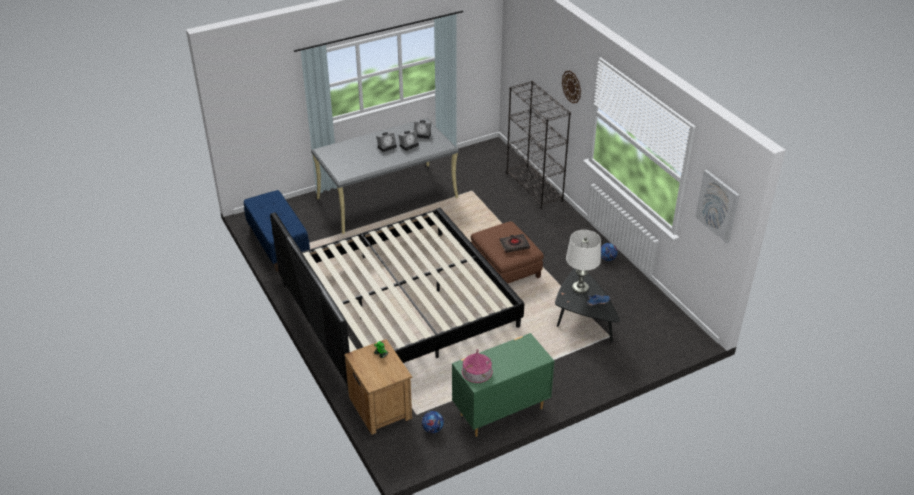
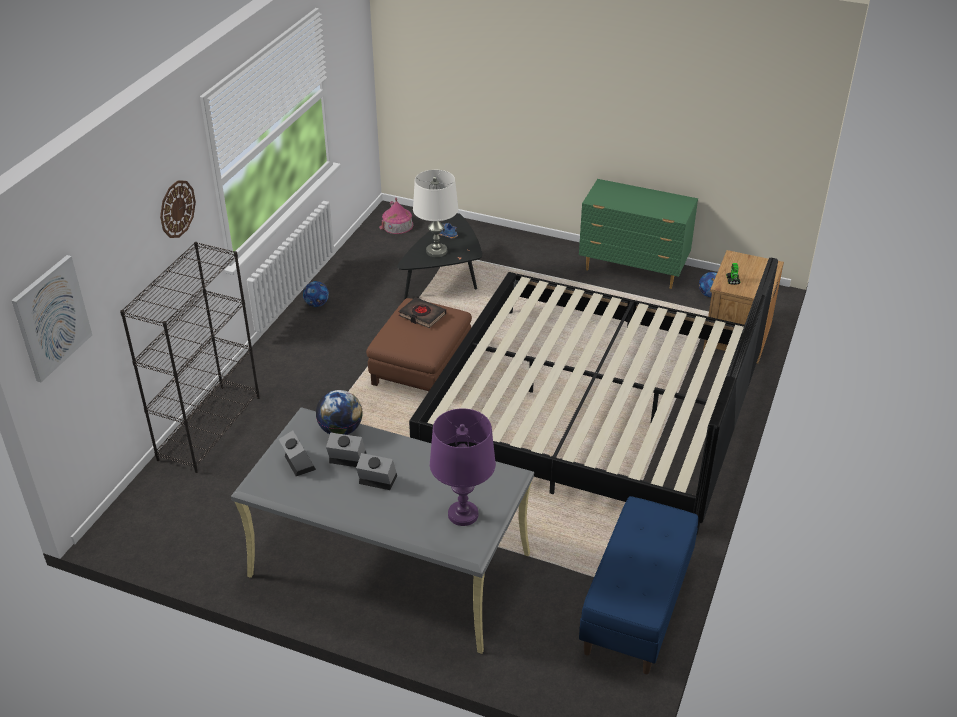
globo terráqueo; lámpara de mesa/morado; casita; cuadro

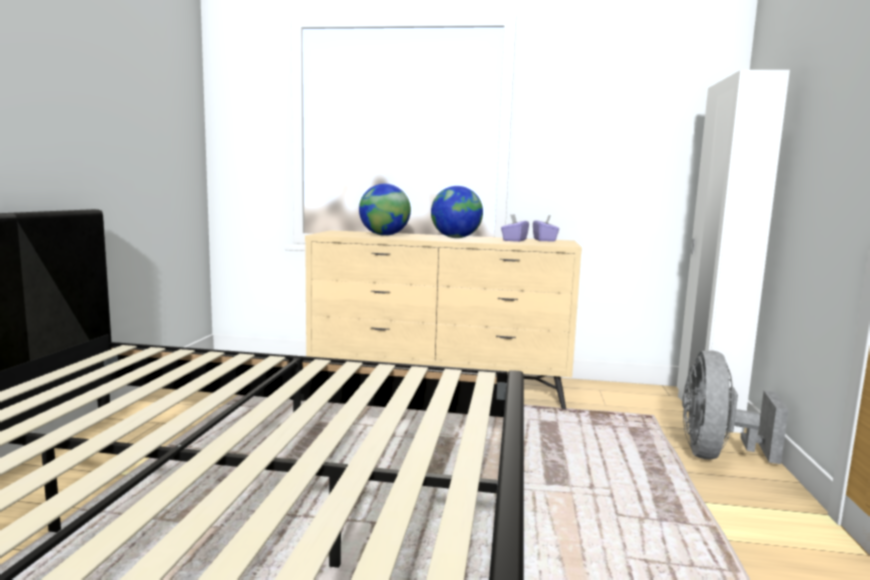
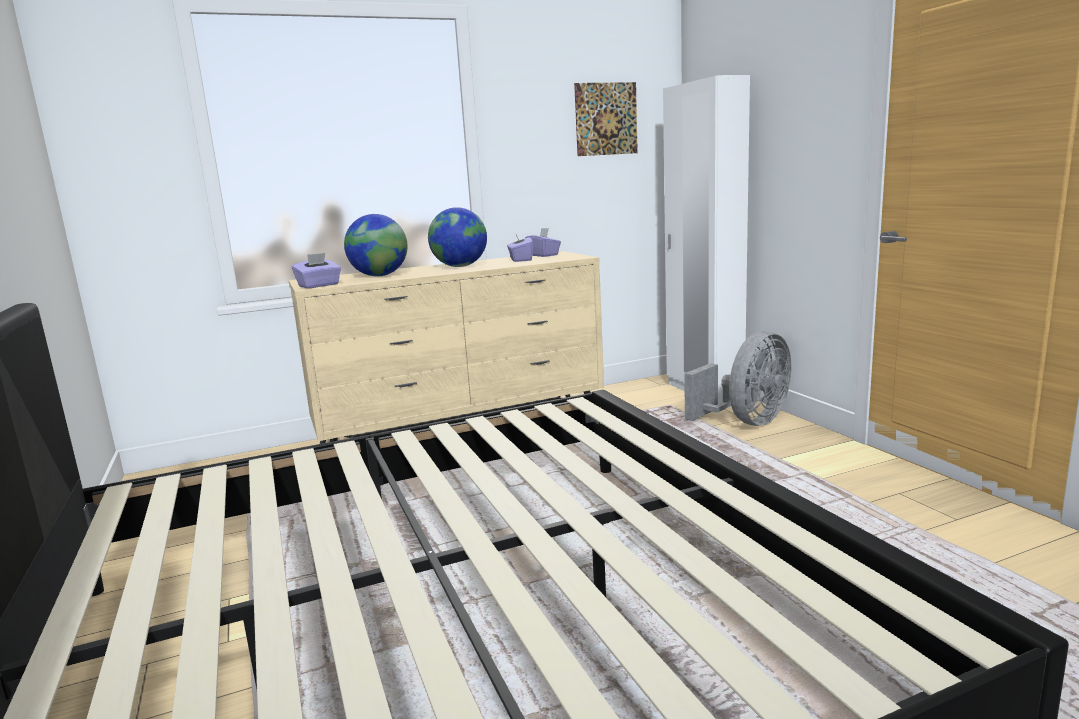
caja de pañuelos/morado (1st from left); cuadro; ventilador/gris

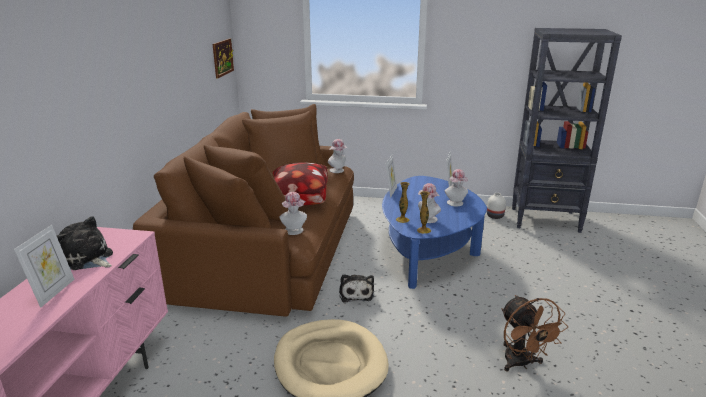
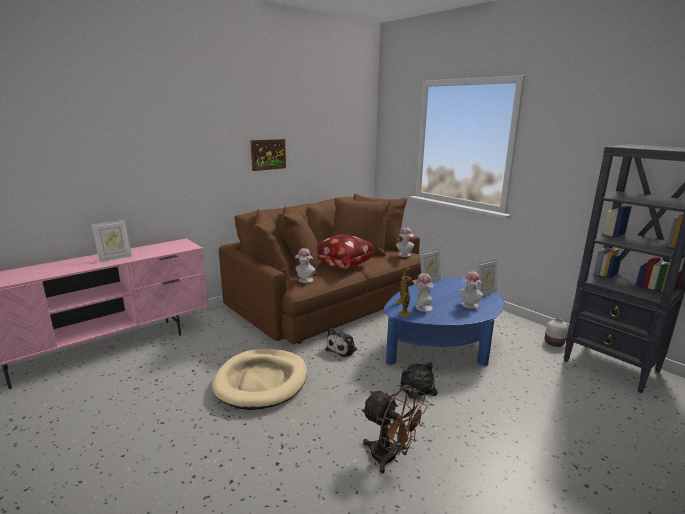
peluche (2nd from left); cuadro; ventilador/marrón

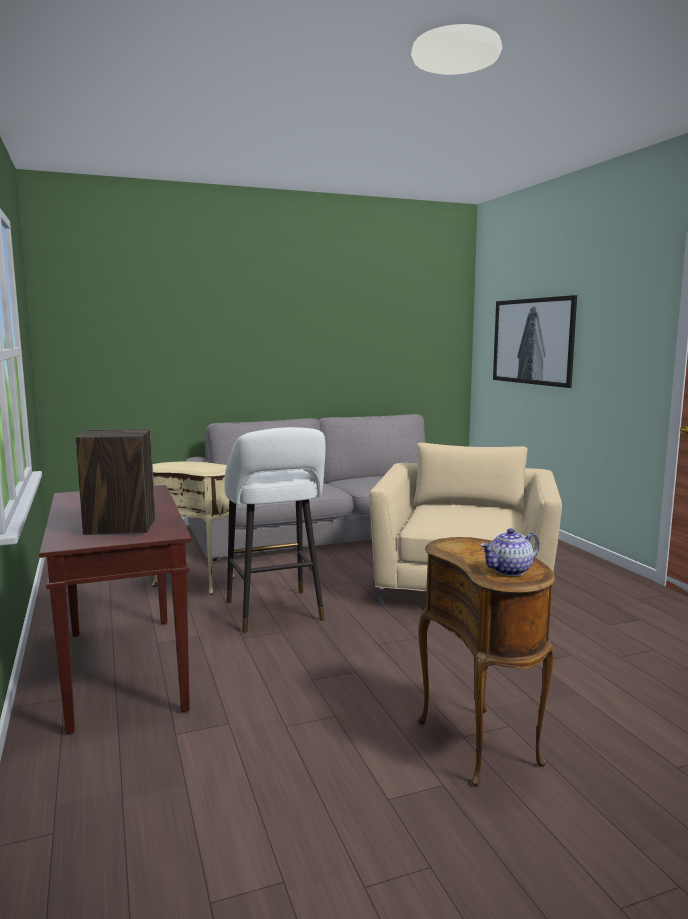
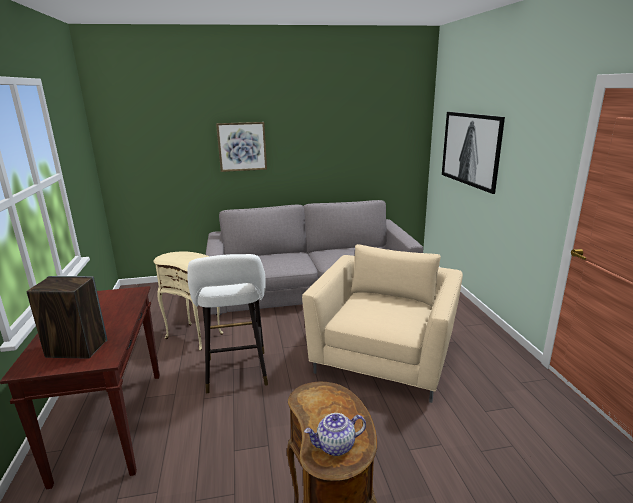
cuadro (1st from left)

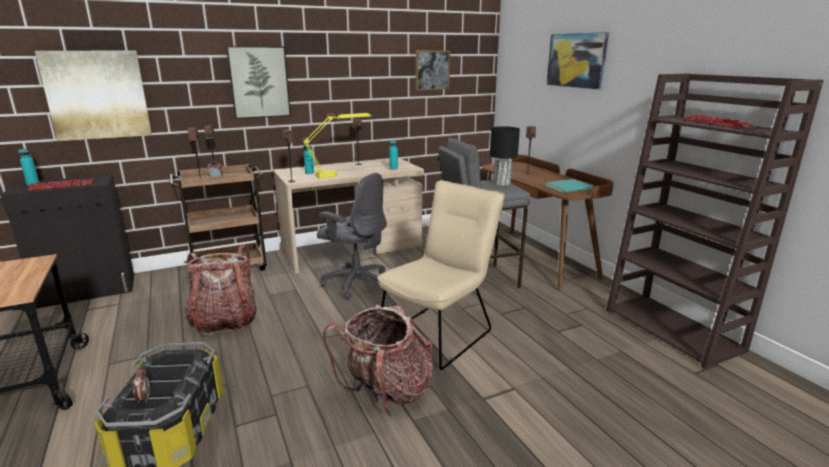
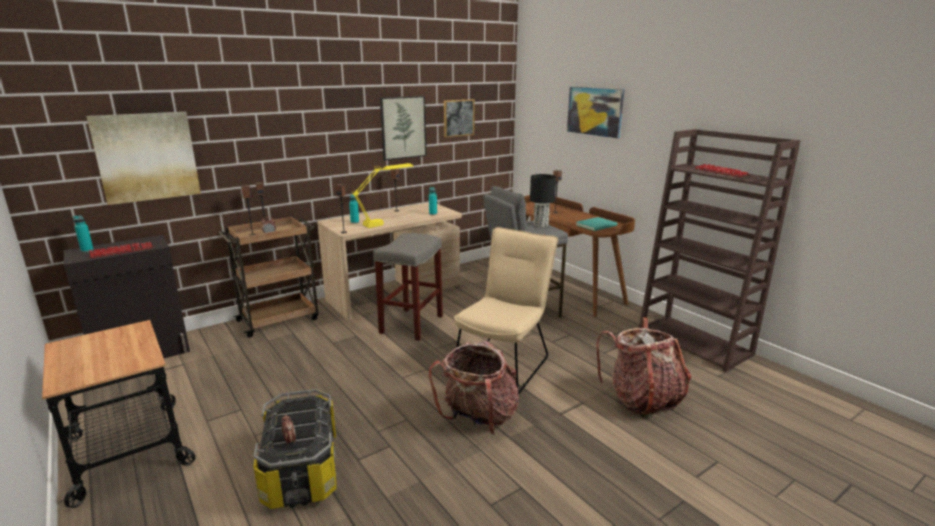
mochila (2nd from left); cuadro (2nd from left); taburete/gris (1st from left)

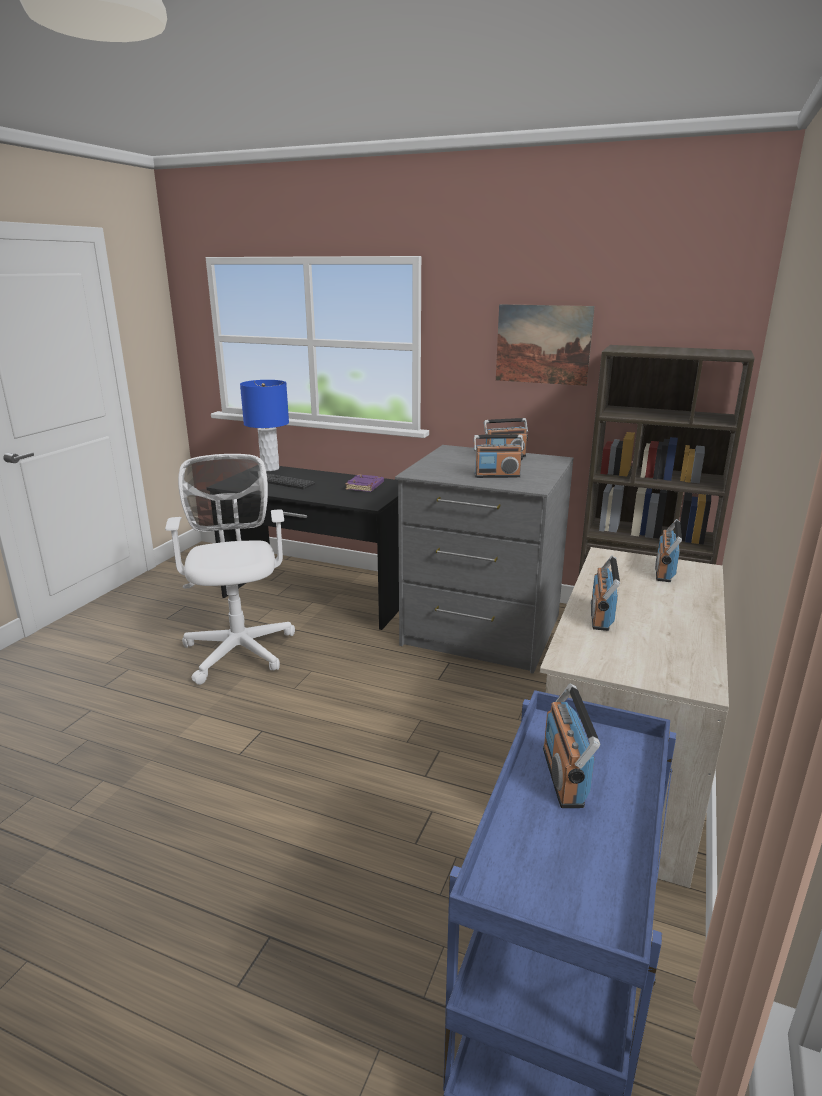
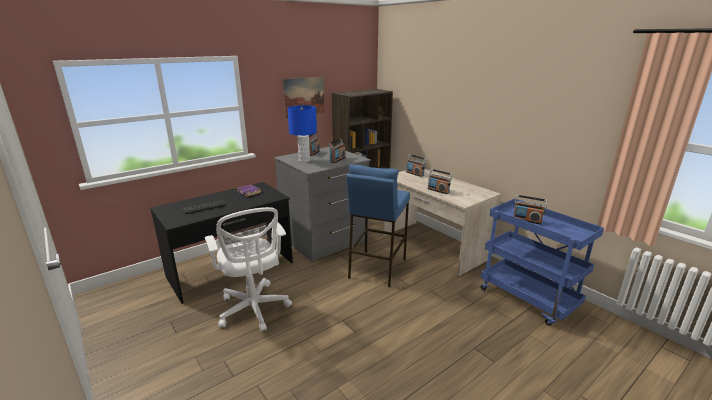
taburete/azul; lámpara de mesa/azul; silla de oficina/blanco

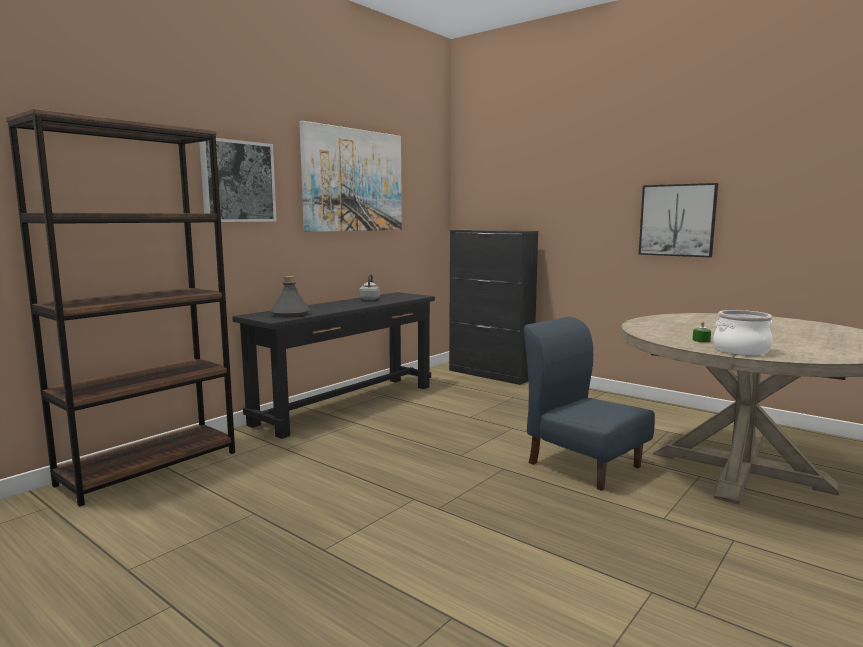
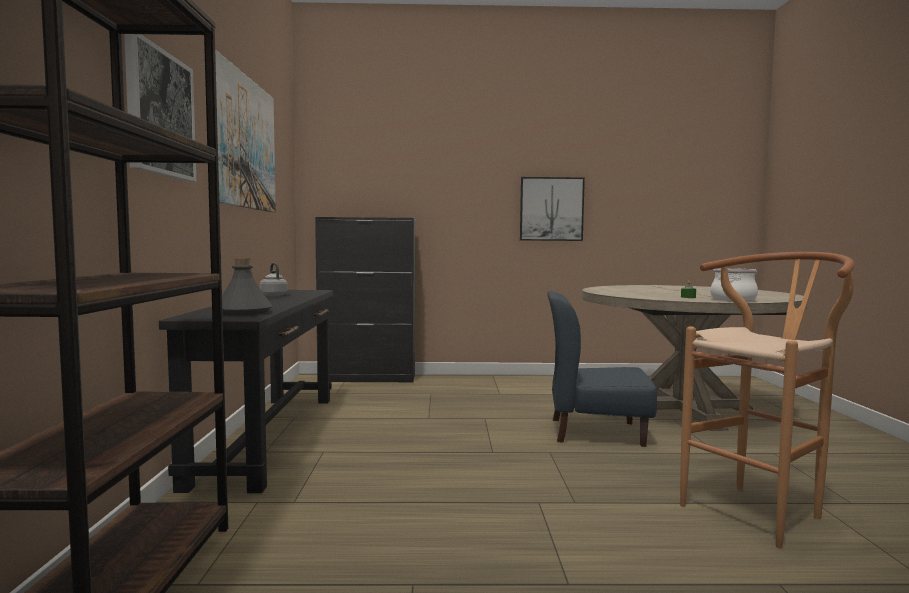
taburete/marrón

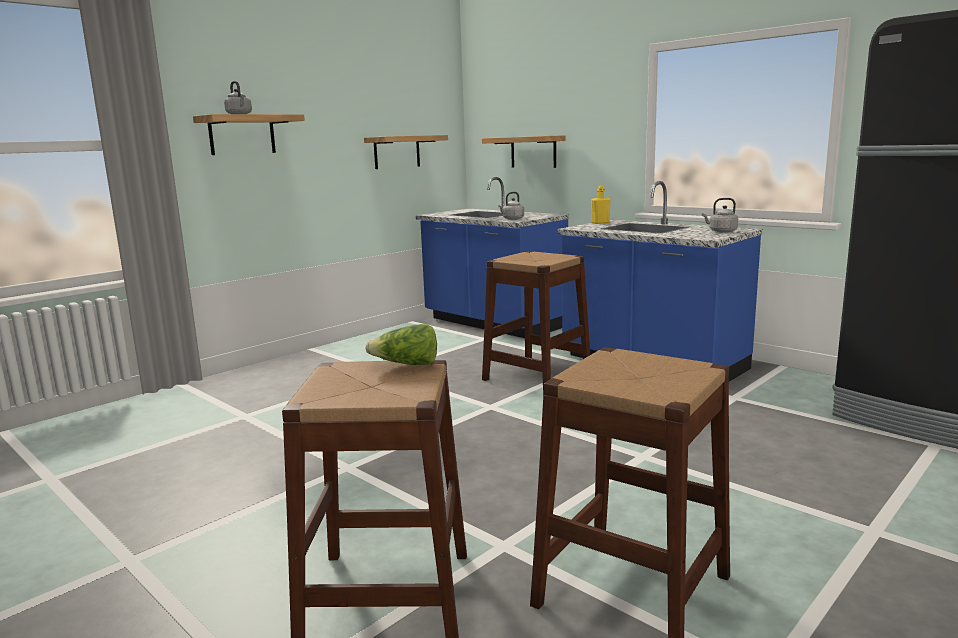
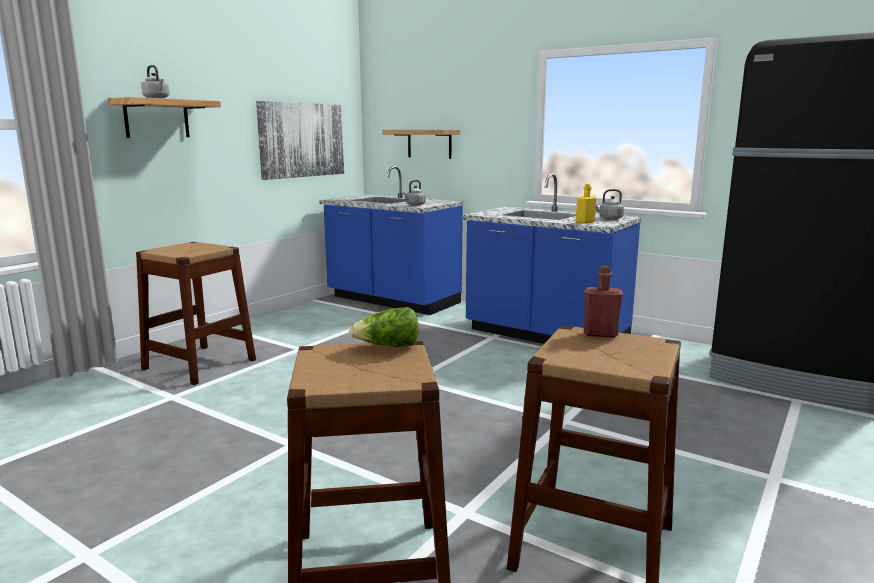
botella/rojo; taburete/marrón (1st from left); botella/amarillo; cuadro

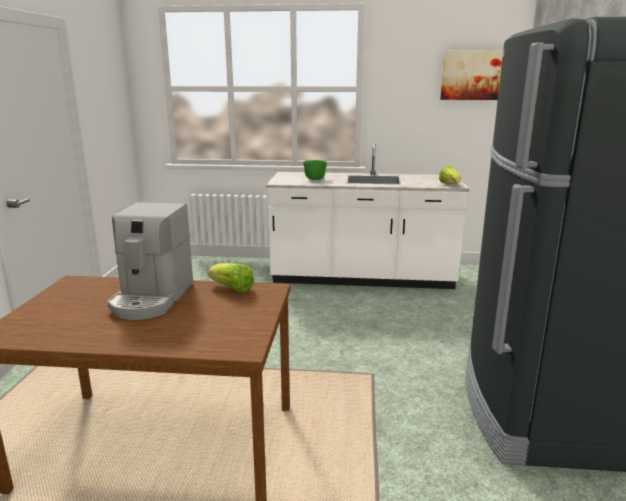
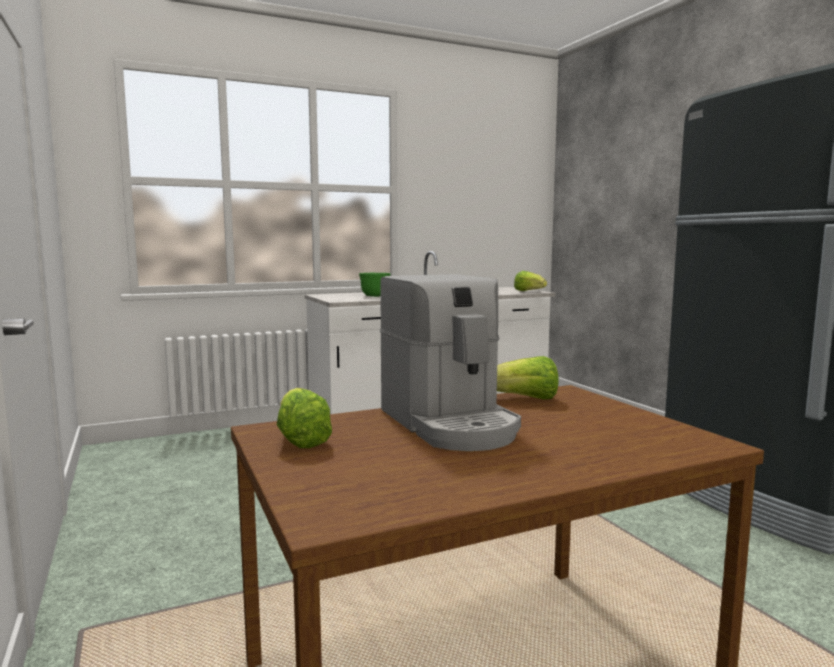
cuadro; lechuga (1st from left)

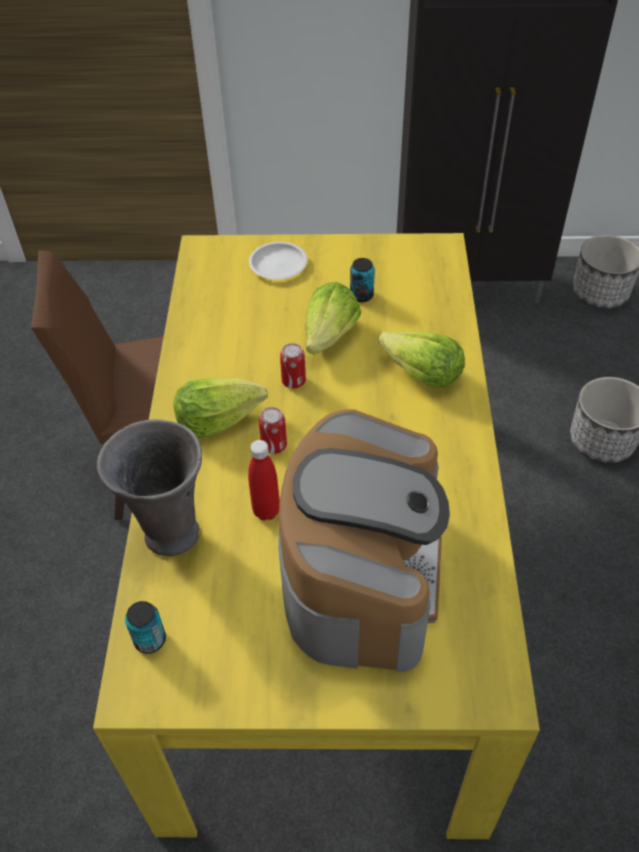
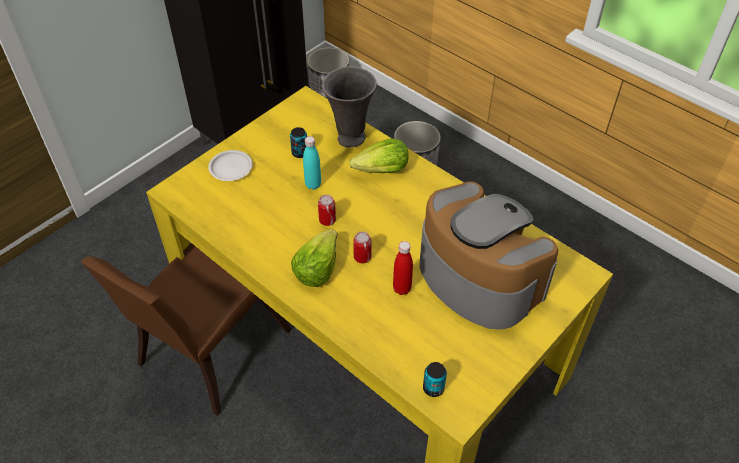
florero/gris; botella/turquesa

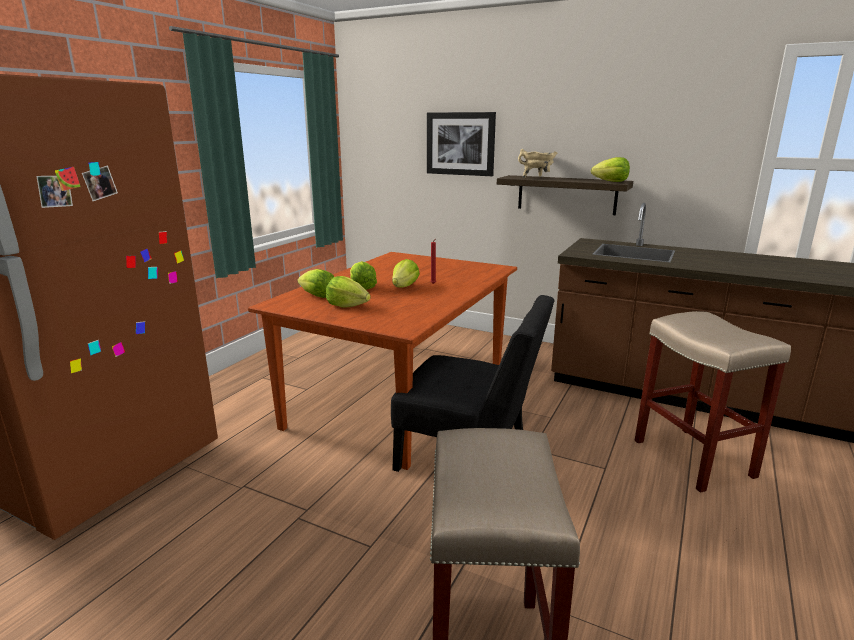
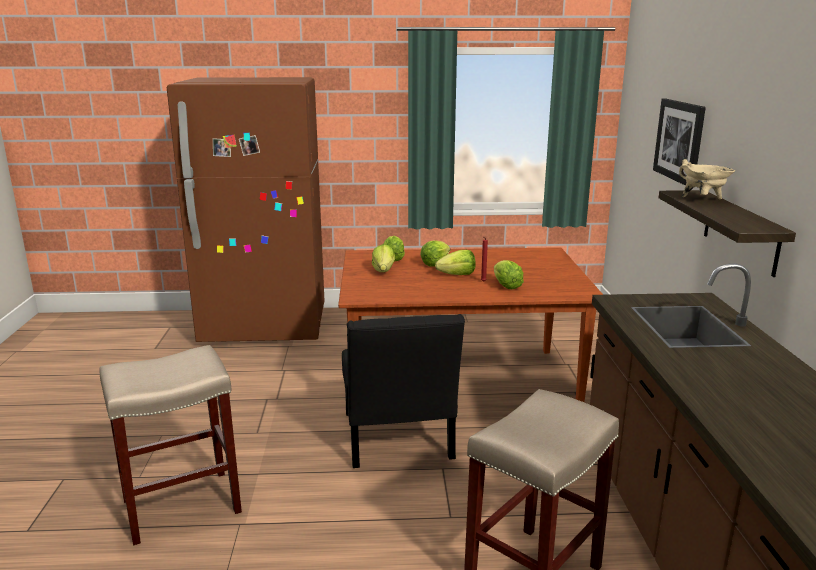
lechuga (5th from left)

